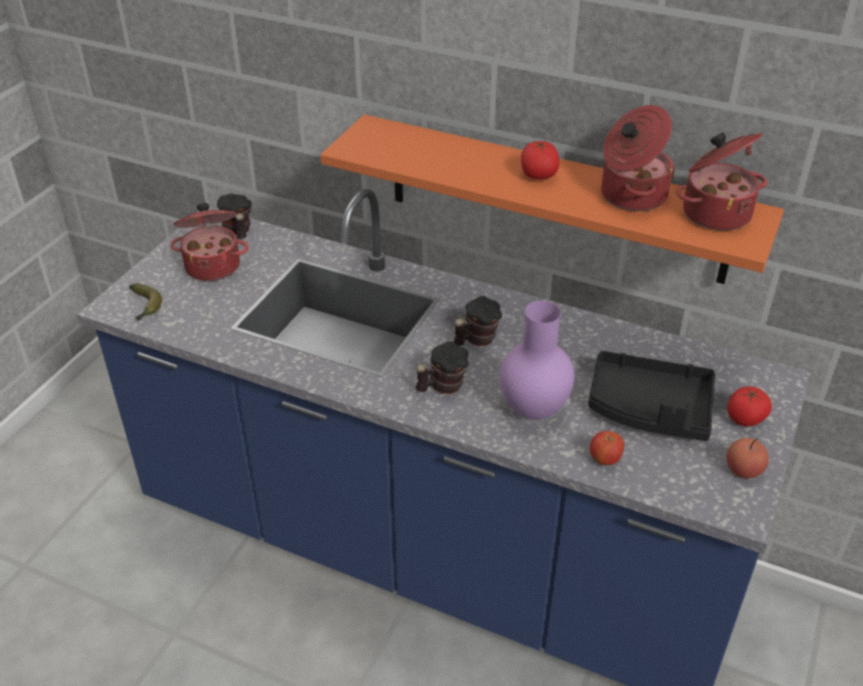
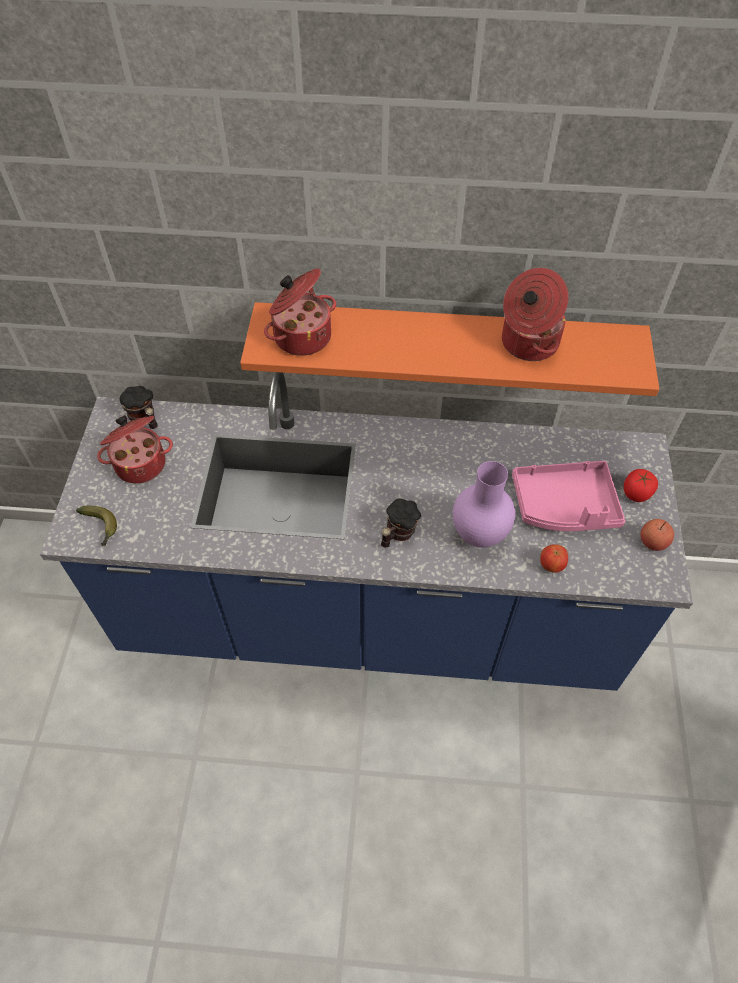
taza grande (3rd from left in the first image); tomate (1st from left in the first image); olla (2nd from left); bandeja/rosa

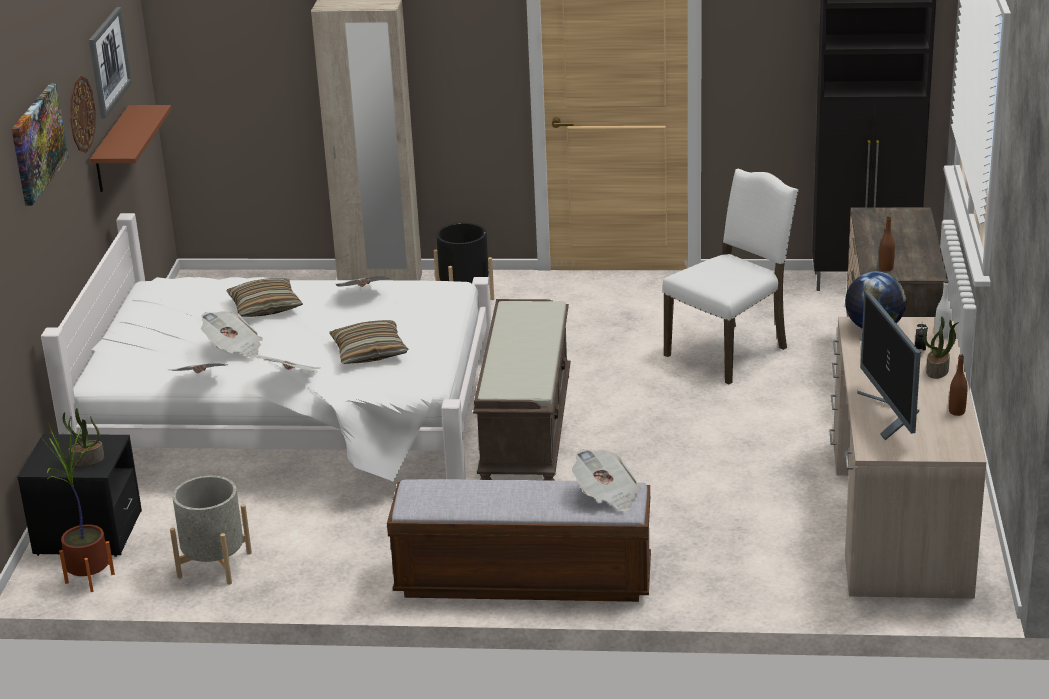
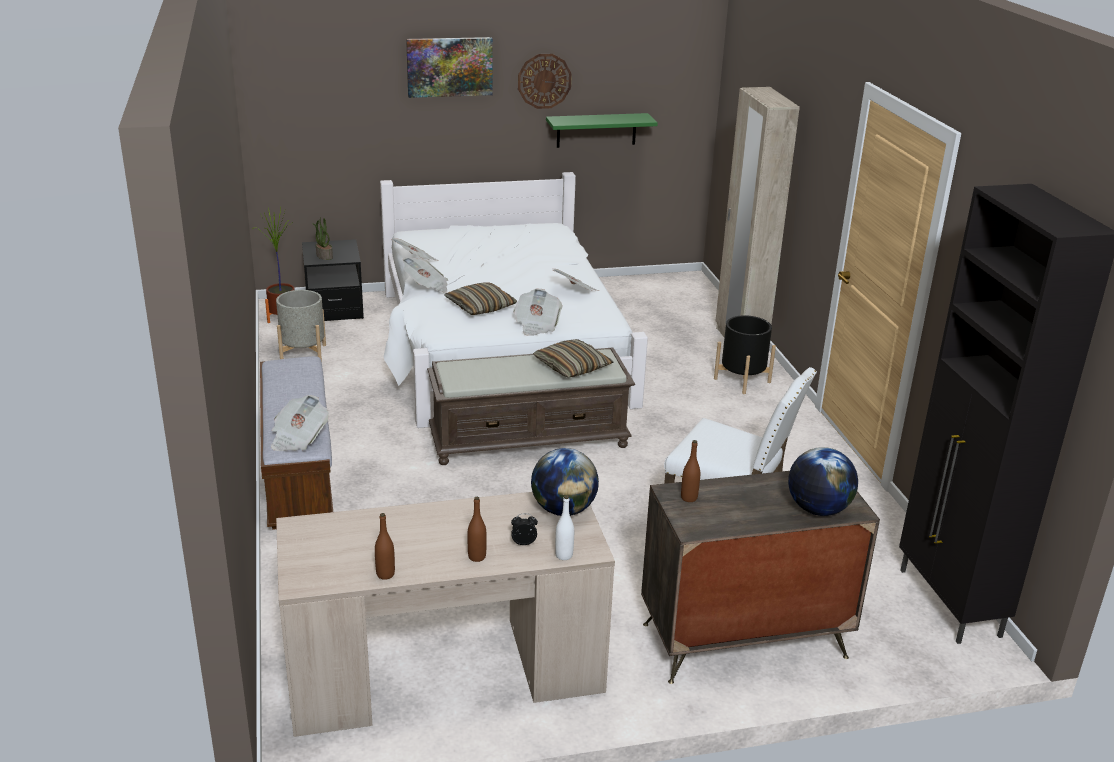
cuadro (2nd from left in the first image); monitor; globo terráqueo (2nd from left); periódico (4th from left); cojín (2nd from left); botella/marrón (2nd from left); estante/verde

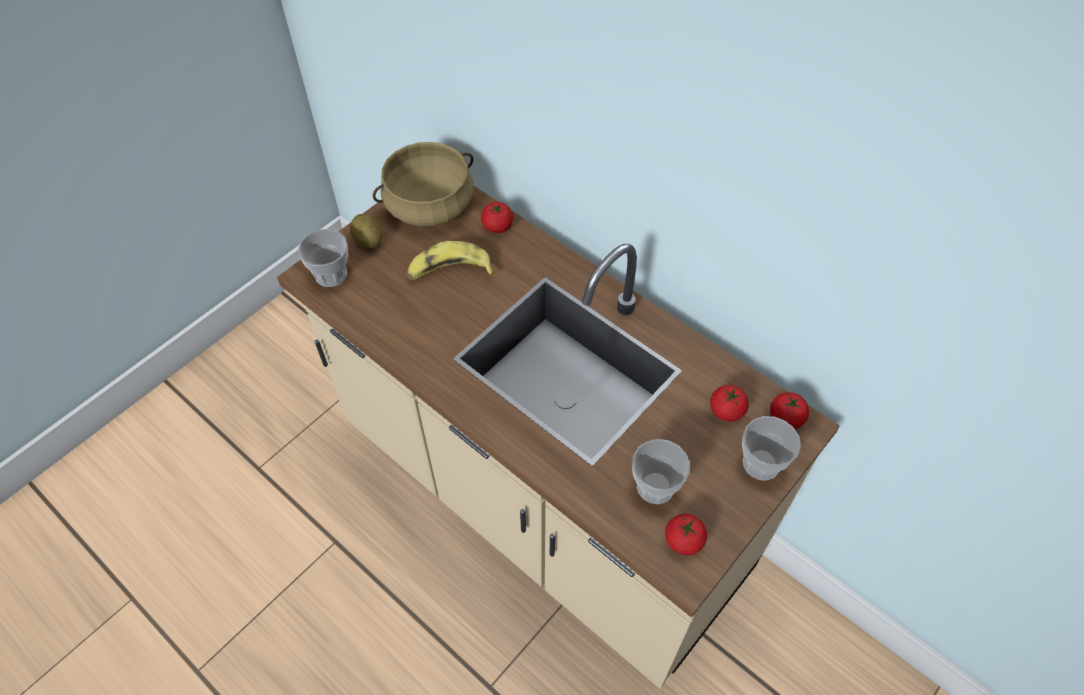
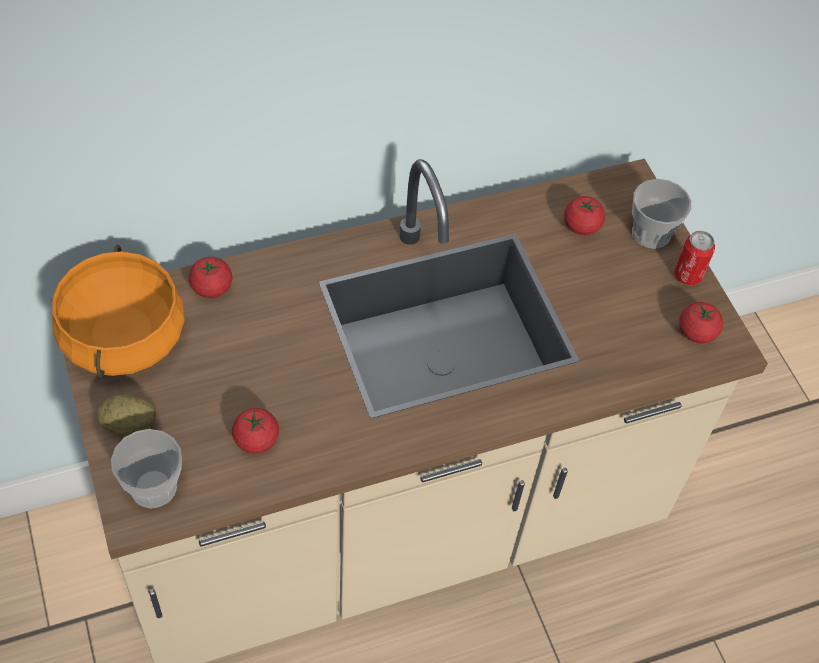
plátano; taza (2nd from left in the first image); lata; tomate (2nd from left); olla/naranja

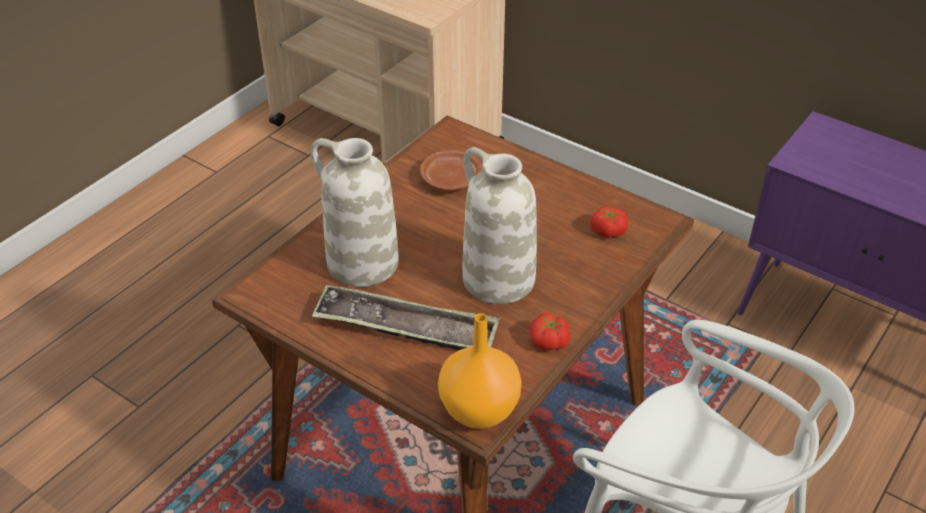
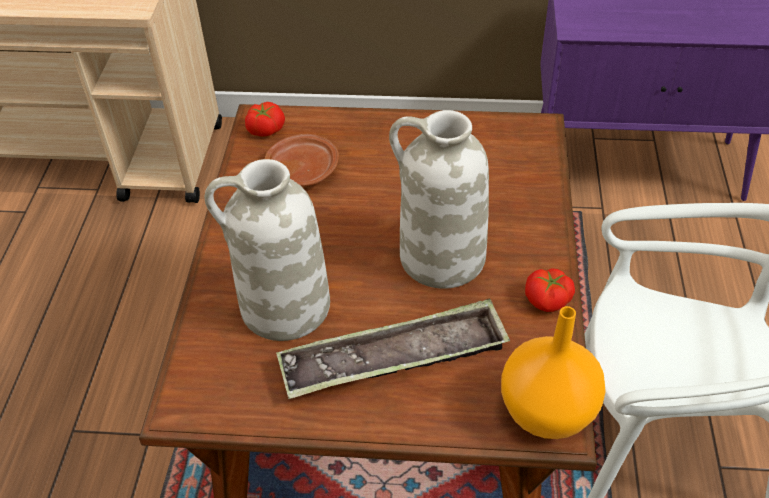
tomate (1st from left)

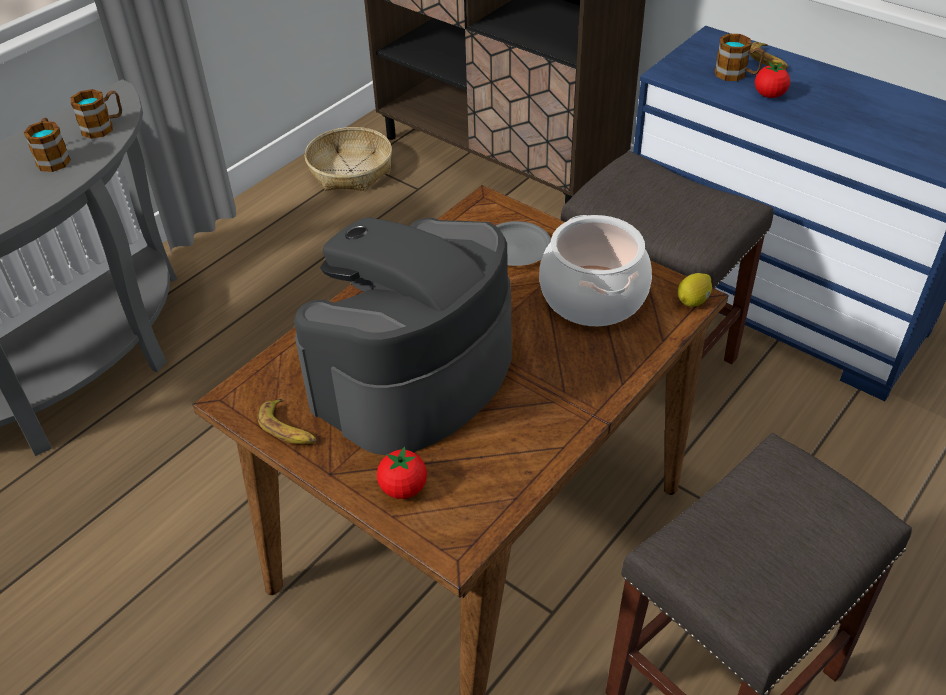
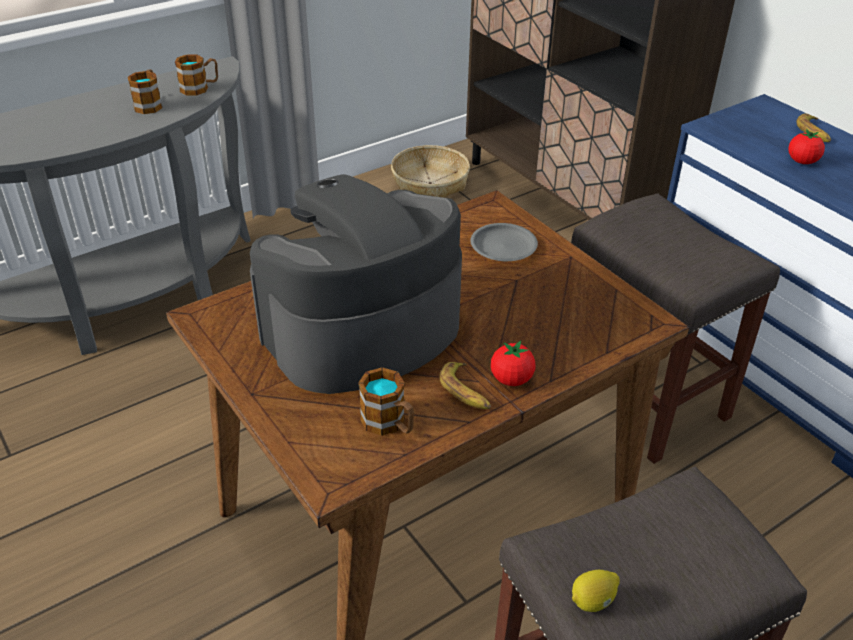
olla; plátano (1st from left); tomate (1st from left); limón; taza grande (3rd from left)

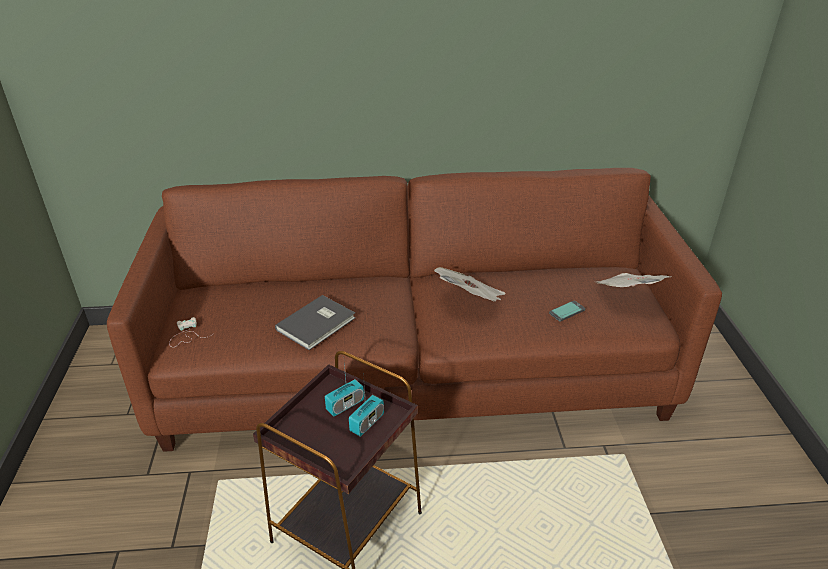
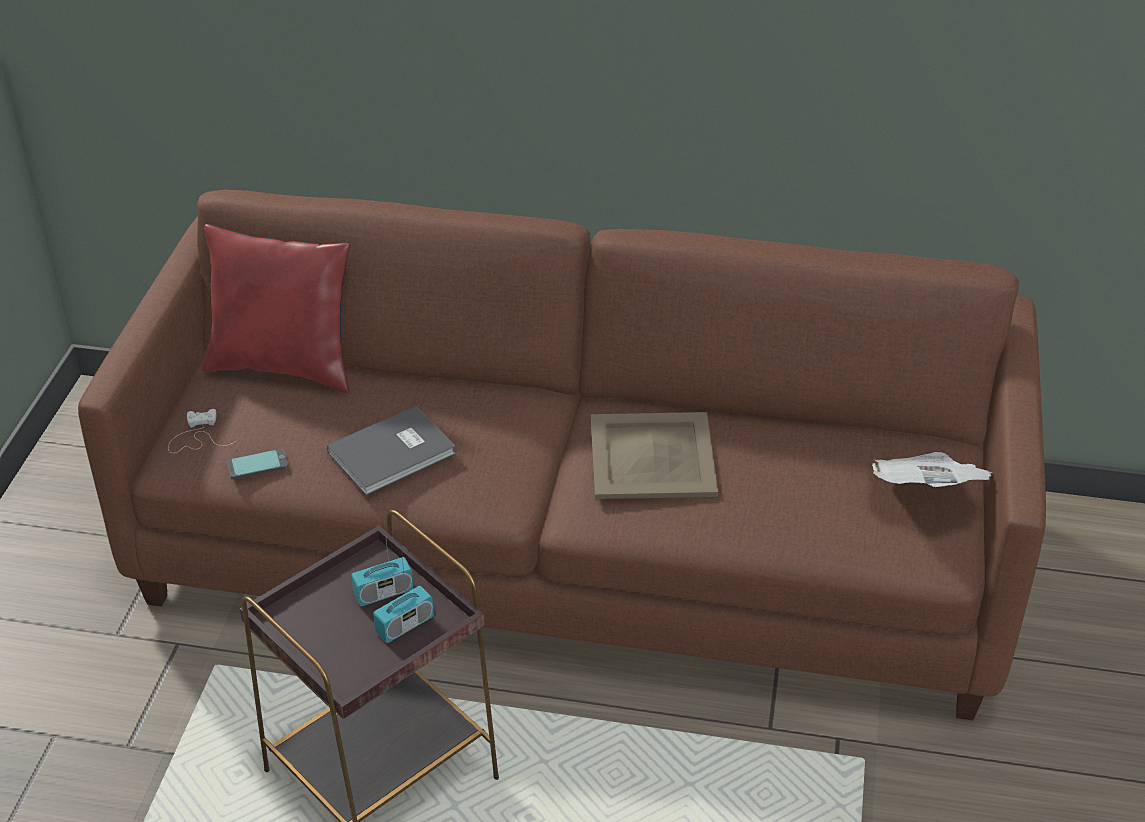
cojín/rojo; móvil; bandeja/beis

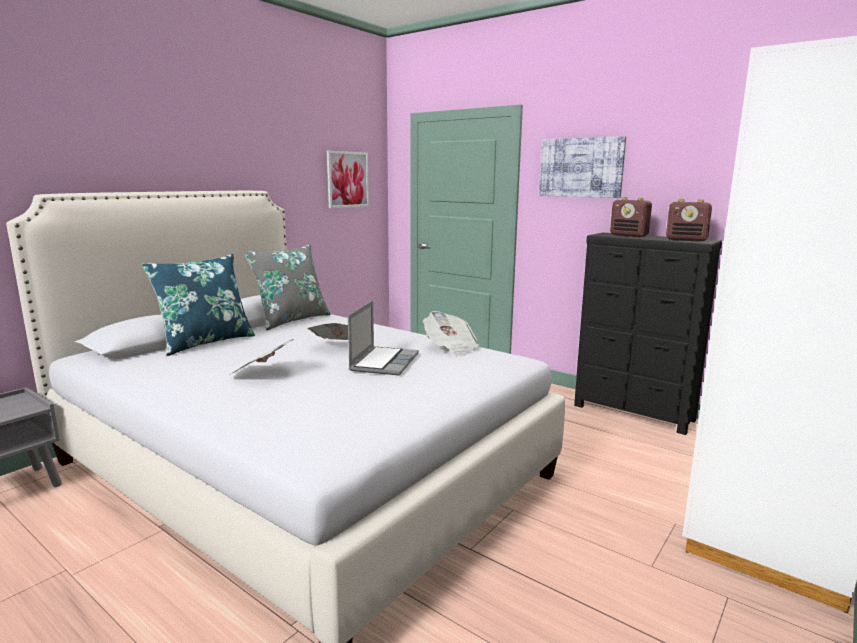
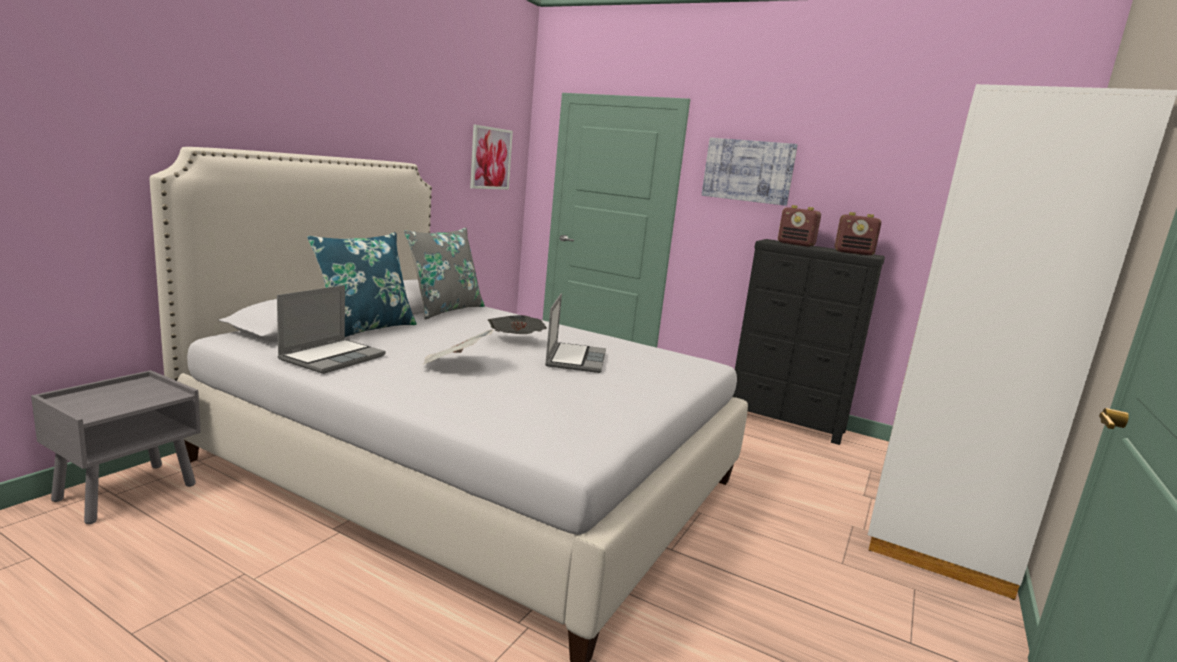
periódico (3rd from left in the first image); portátil (1st from left)

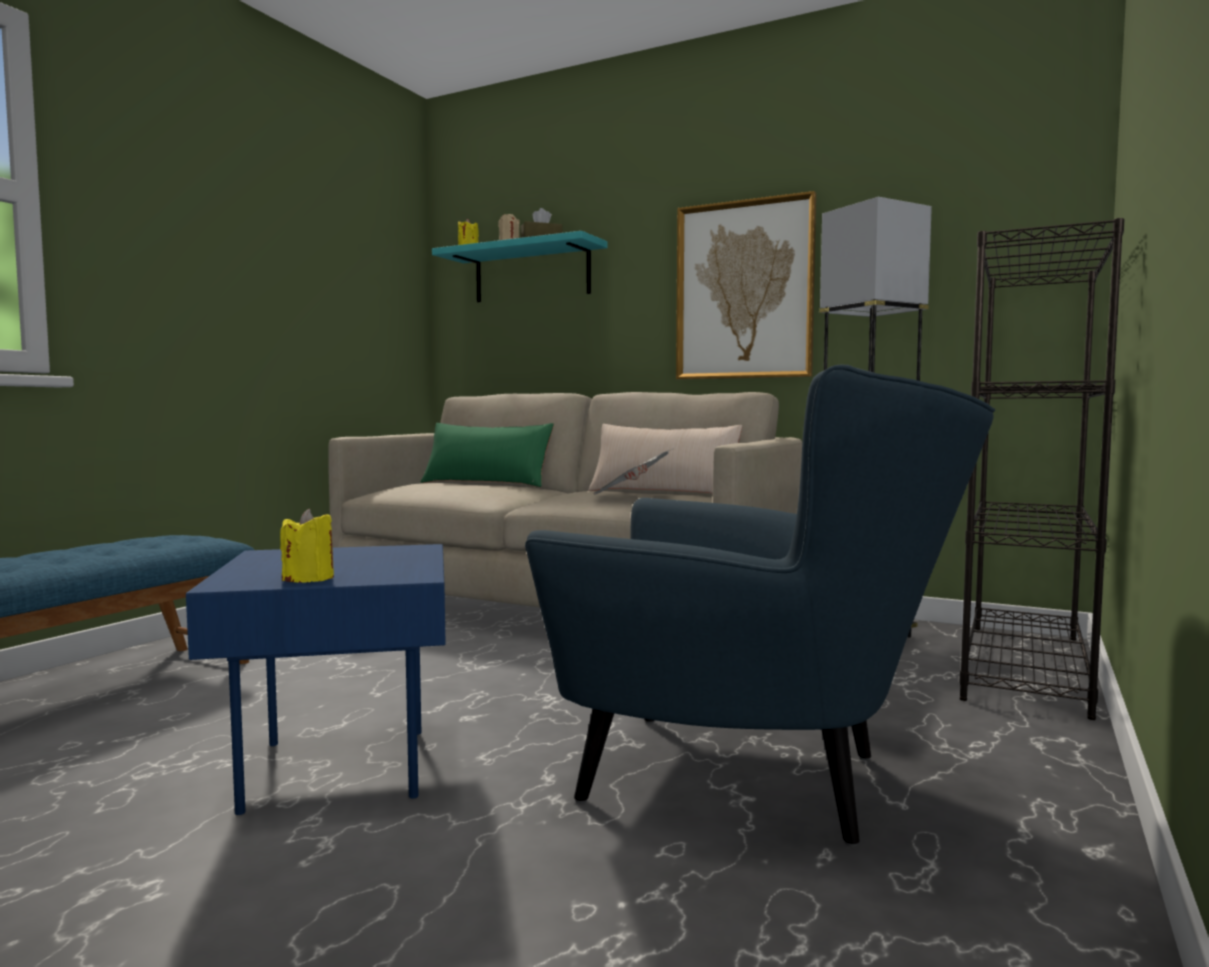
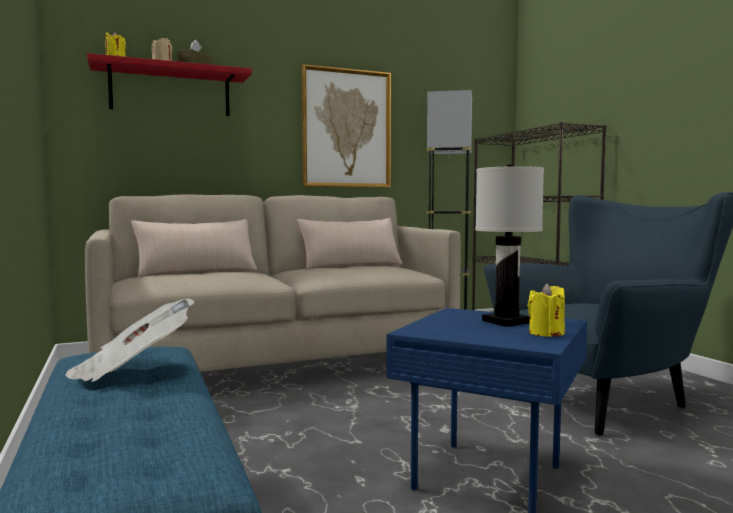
lámpara de mesa/blanco; periódico; cojín/beis (1st from left); estante/rojo

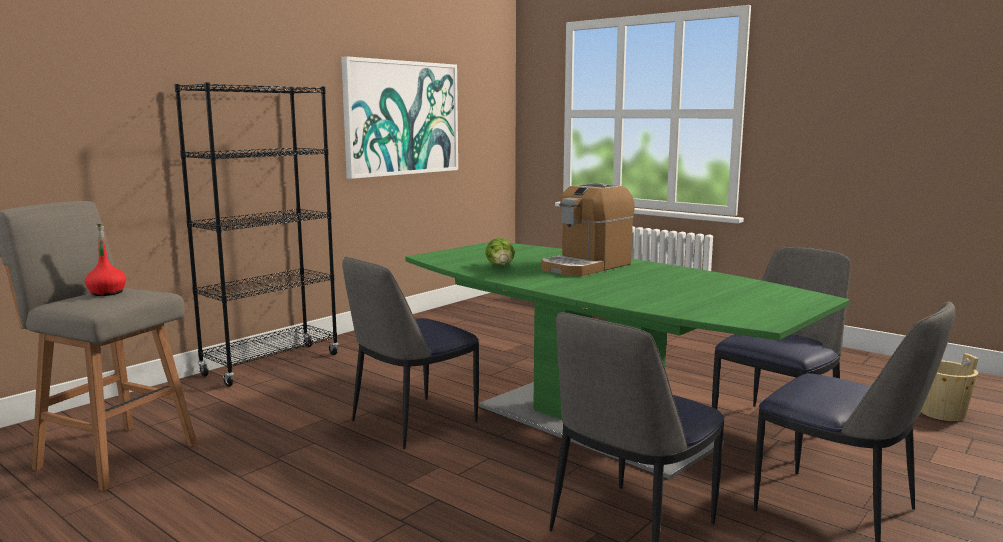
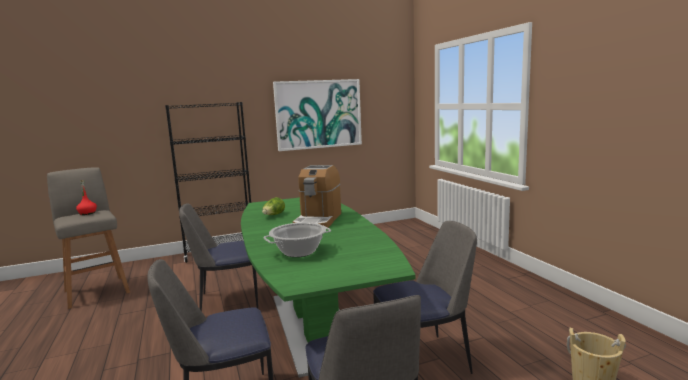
olla; cafetera

